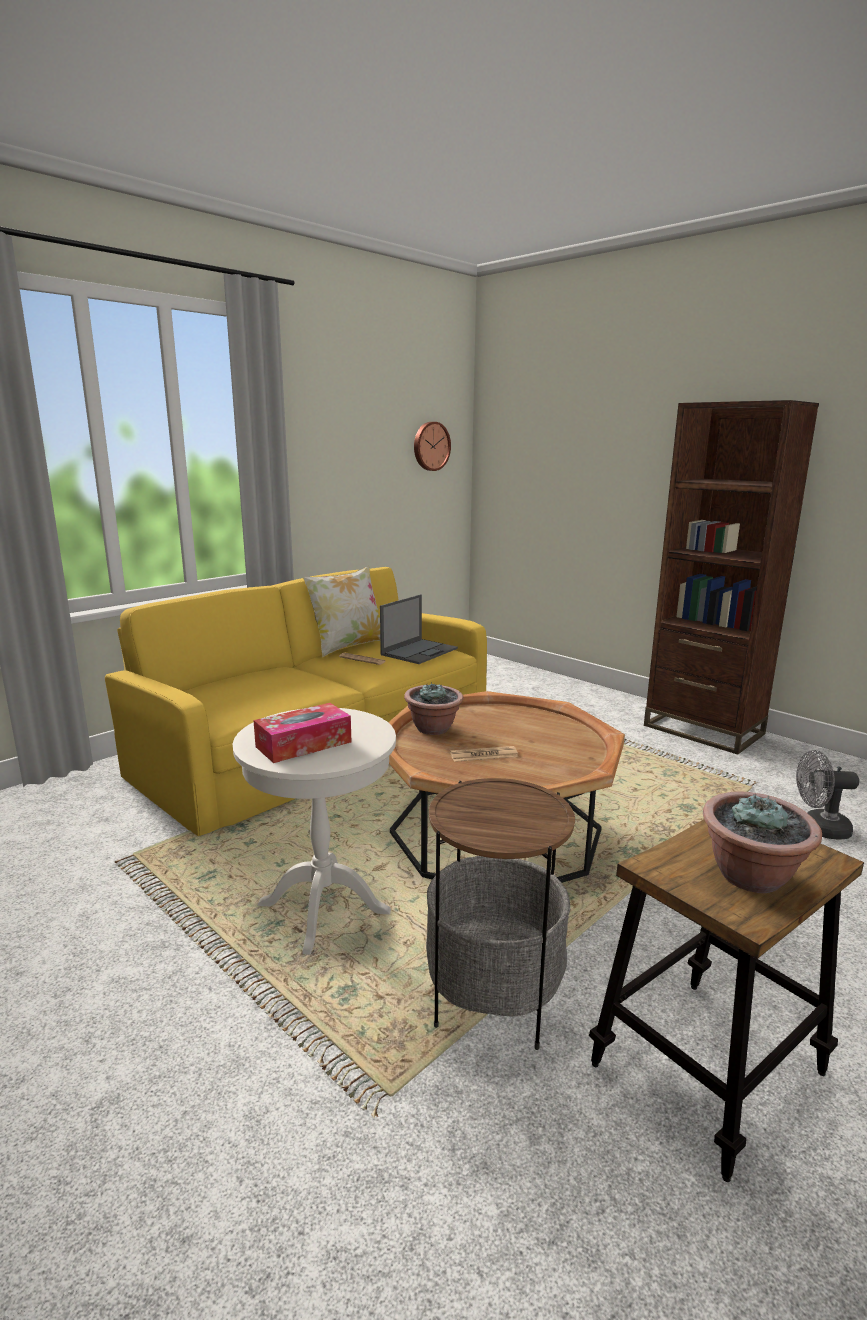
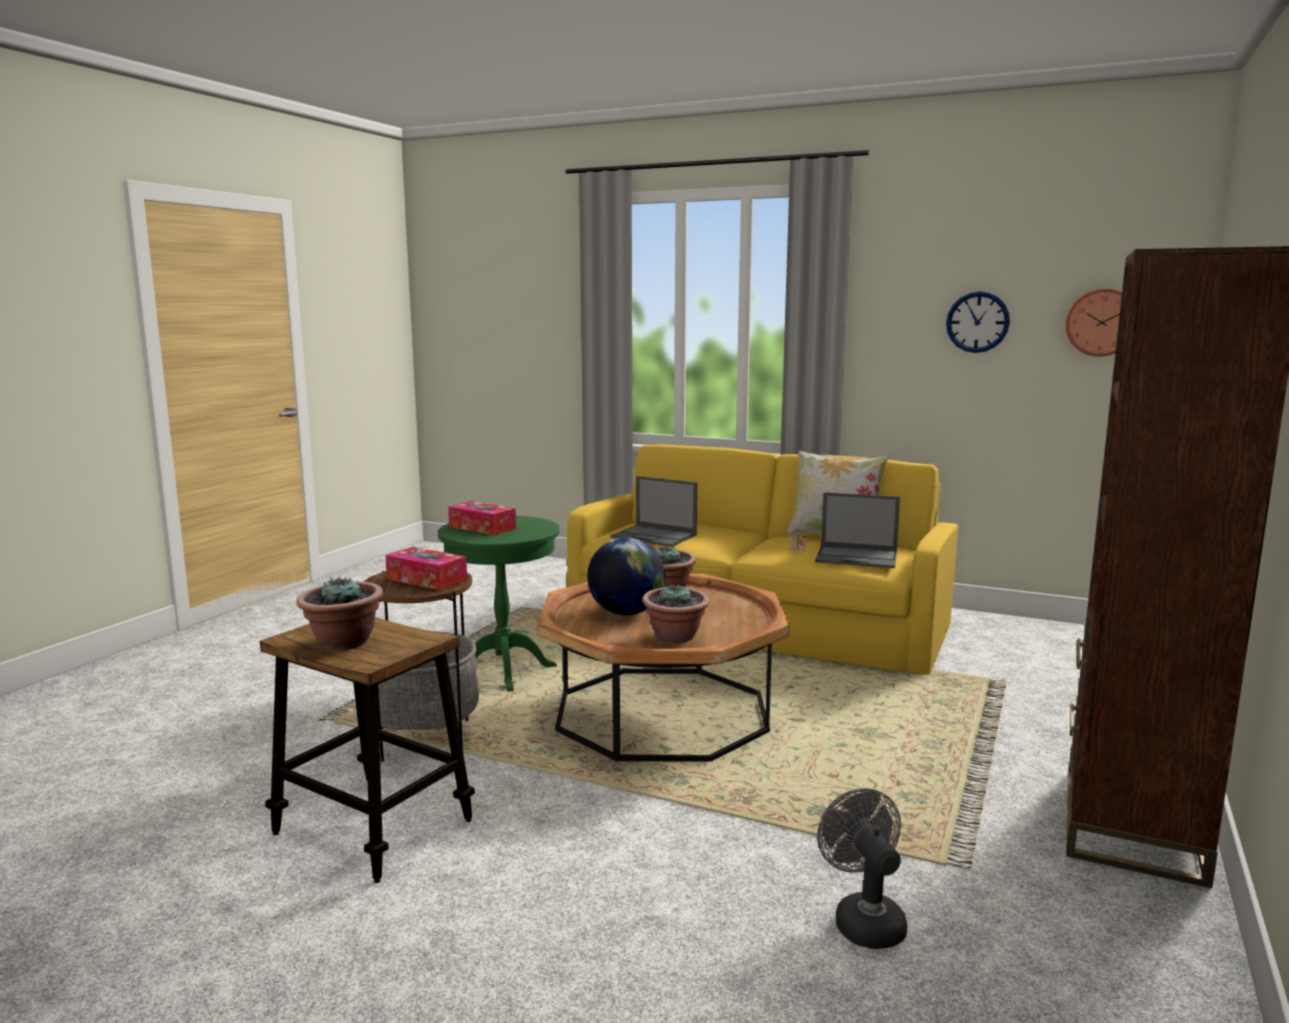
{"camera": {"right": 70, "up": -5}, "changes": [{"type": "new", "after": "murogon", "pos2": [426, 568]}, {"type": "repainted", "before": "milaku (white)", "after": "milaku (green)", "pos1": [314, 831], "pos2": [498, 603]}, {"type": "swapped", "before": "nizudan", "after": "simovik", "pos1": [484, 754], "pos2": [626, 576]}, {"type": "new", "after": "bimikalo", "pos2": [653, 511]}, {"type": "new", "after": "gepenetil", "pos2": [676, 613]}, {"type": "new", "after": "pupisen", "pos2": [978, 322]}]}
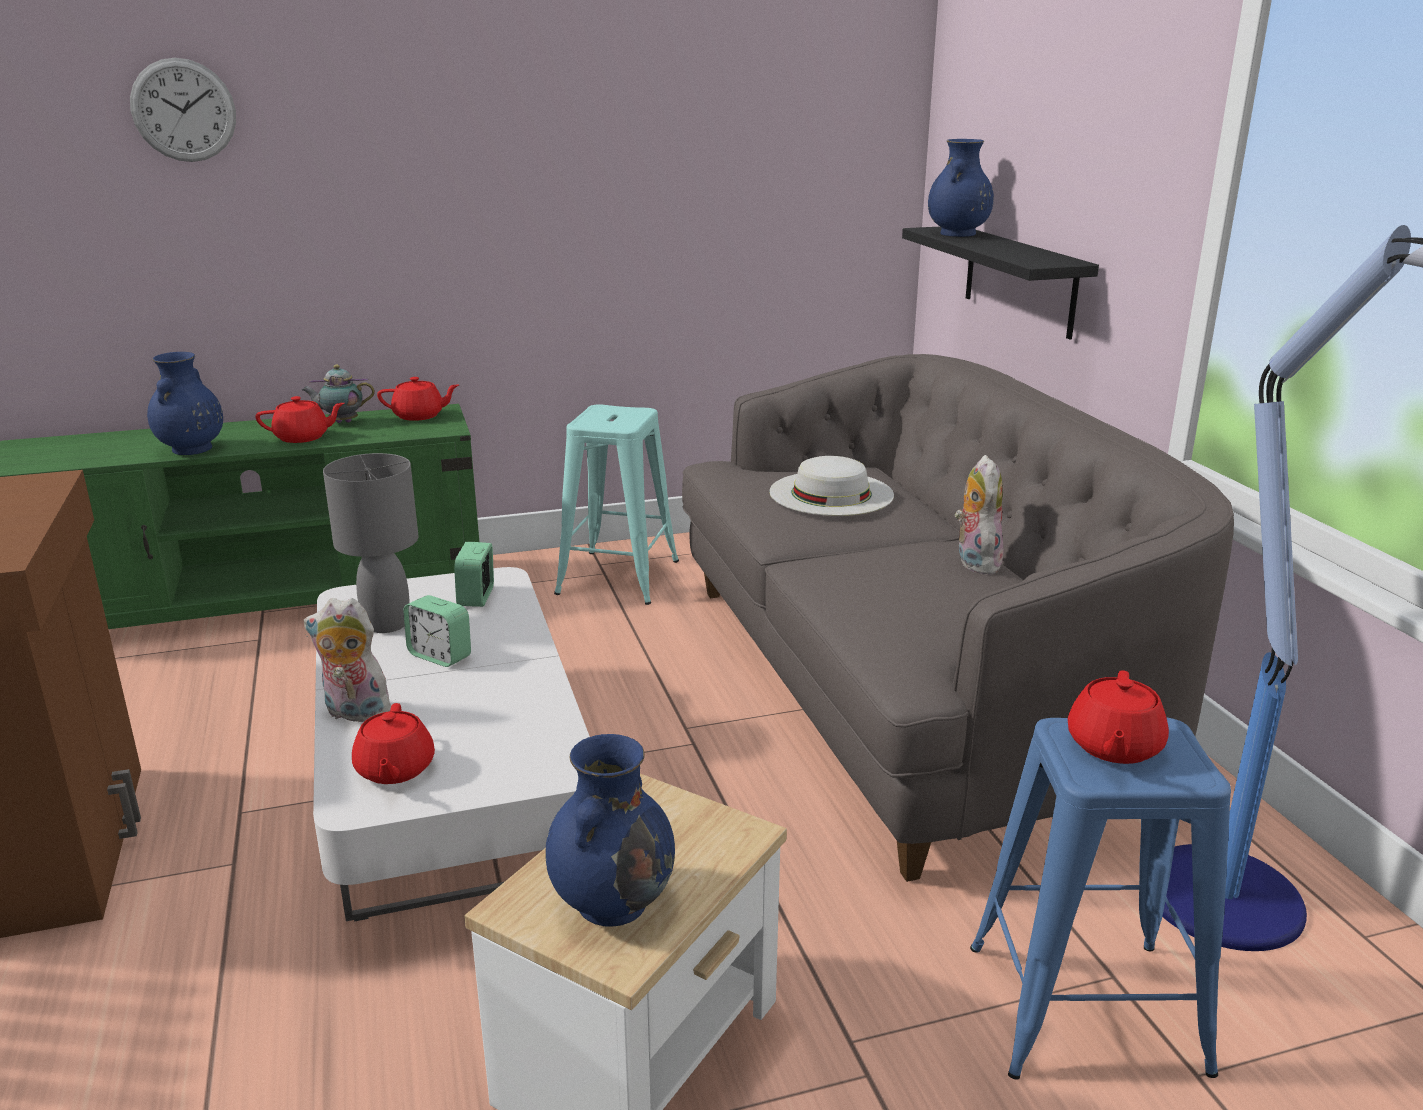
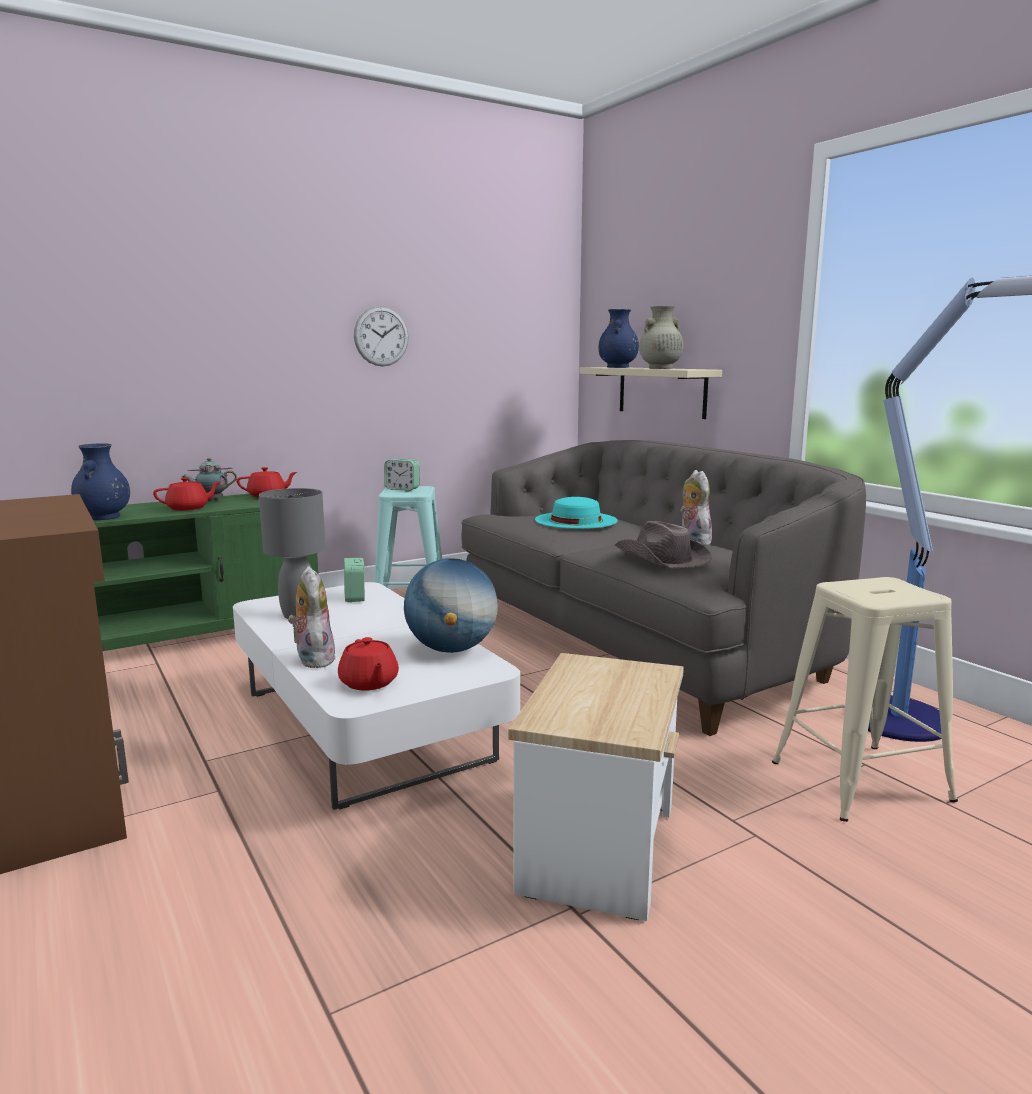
{"camera": {"right": -15, "up": -10}, "changes": [{"type": "rotated", "before": "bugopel", "pos1": [347, 660], "pos2": [312, 617], "turn": 75}, {"type": "shifted", "before": "pupisen", "pos1": [183, 110], "pos2": [381, 336]}, {"type": "shifted", "before": "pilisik", "pos1": [437, 631], "pos2": [401, 475]}, {"type": "new", "after": "simovik", "pos2": [451, 605]}, {"type": "repainted", "before": "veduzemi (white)", "after": "veduzemi (turquoise)", "pos1": [831, 486], "pos2": [576, 513]}, {"type": "repainted", "before": "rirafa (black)", "after": "rirafa (beige)", "pos1": [1000, 283], "pos2": [650, 393]}, {"type": "new", "after": "veduzemi (brown)", "pos2": [663, 544]}, {"type": "new", "after": "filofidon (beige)", "pos2": [661, 337]}, {"type": "repainted", "before": "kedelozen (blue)", "after": "kedelozen (beige)", "pos1": [1100, 898], "pos2": [865, 699]}, {"type": "gone", "before": "filofidon (blue)", "pos1": [610, 830]}, {"type": "gone", "before": "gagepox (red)", "pos1": [1118, 717]}]}
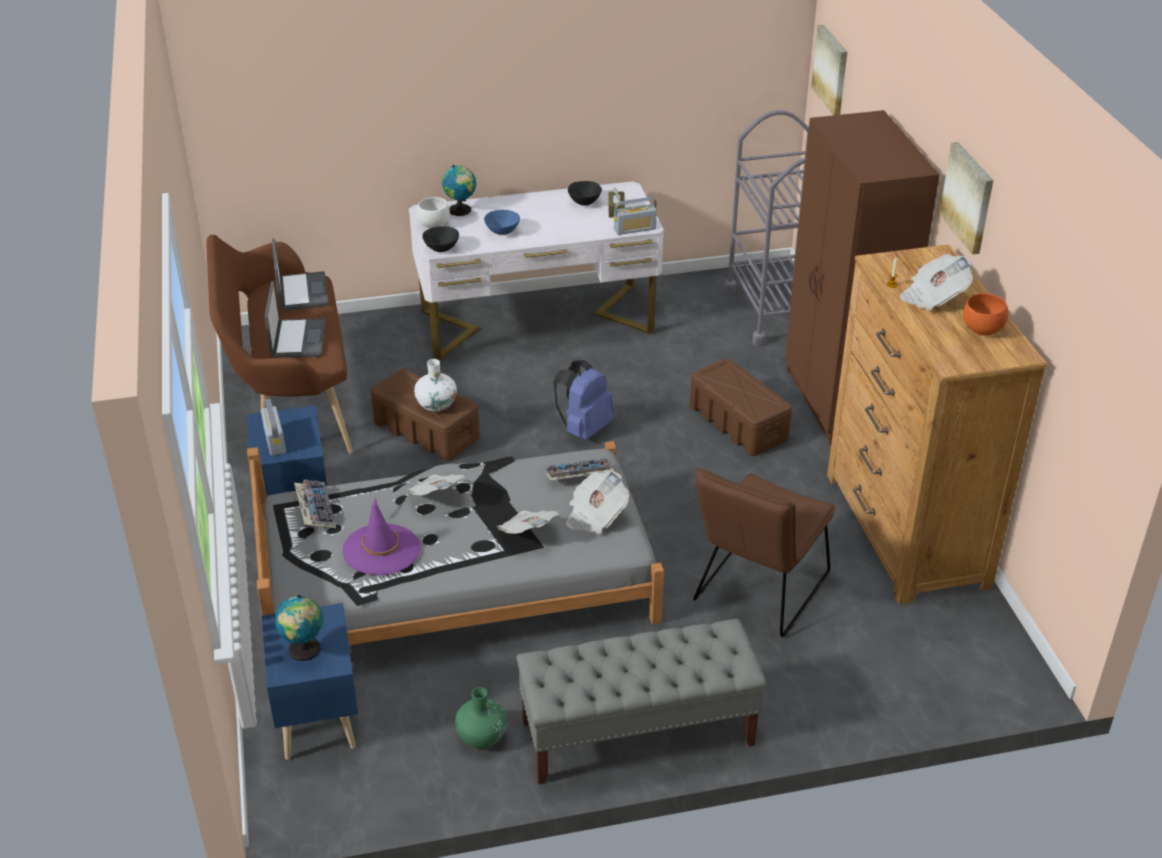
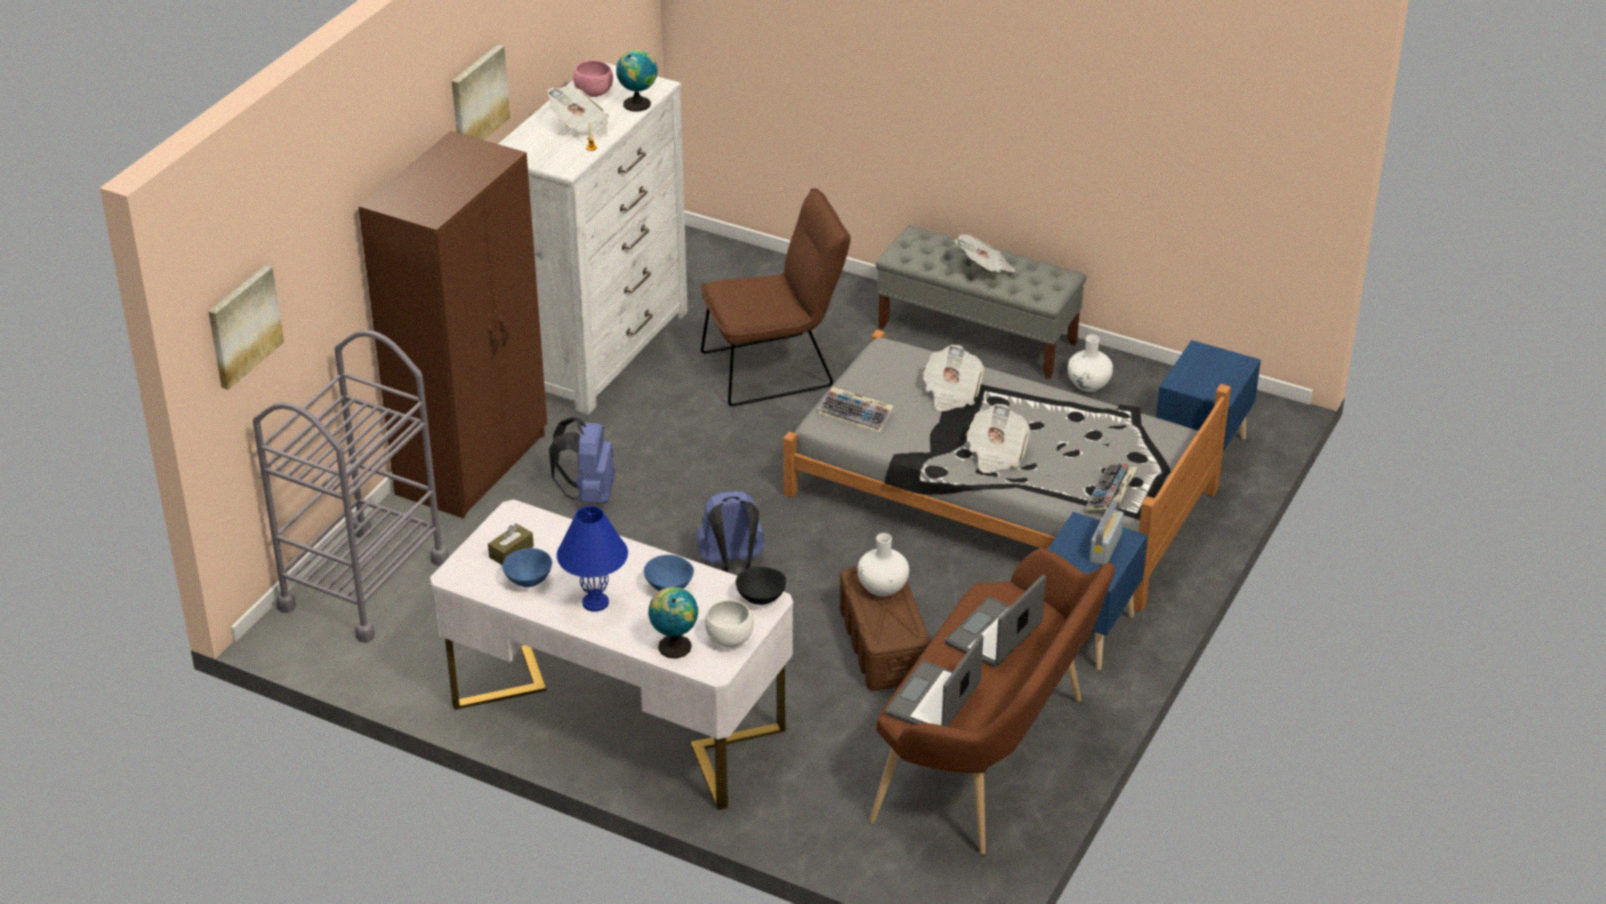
{"camera": {"right": -140, "up": 0}, "changes": [{"type": "repainted", "before": "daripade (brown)", "after": "daripade (white)", "pos1": [937, 424], "pos2": [593, 237]}, {"type": "repainted", "before": "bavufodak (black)", "after": "bavufodak (blue)", "pos1": [585, 193], "pos2": [527, 567]}, {"type": "swapped", "before": "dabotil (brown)", "after": "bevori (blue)", "pos1": [741, 407], "pos2": [582, 460]}, {"type": "new", "after": "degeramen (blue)", "pos2": [592, 559]}, {"type": "repainted", "before": "bavufodak (orange)", "after": "bavufodak (pink)", "pos1": [985, 314], "pos2": [593, 78]}, {"type": "shifted", "before": "simovik", "pos1": [299, 628], "pos2": [636, 81]}, {"type": "shifted", "before": "nizudan", "pos1": [597, 502], "pos2": [985, 253]}, {"type": "repainted", "before": "filofidon (green)", "after": "filofidon (white)", "pos1": [481, 717], "pos2": [1090, 363]}, {"type": "gone", "before": "veduzemi (purple)", "pos1": [382, 536]}, {"type": "gone", "before": "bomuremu", "pos1": [635, 216]}]}
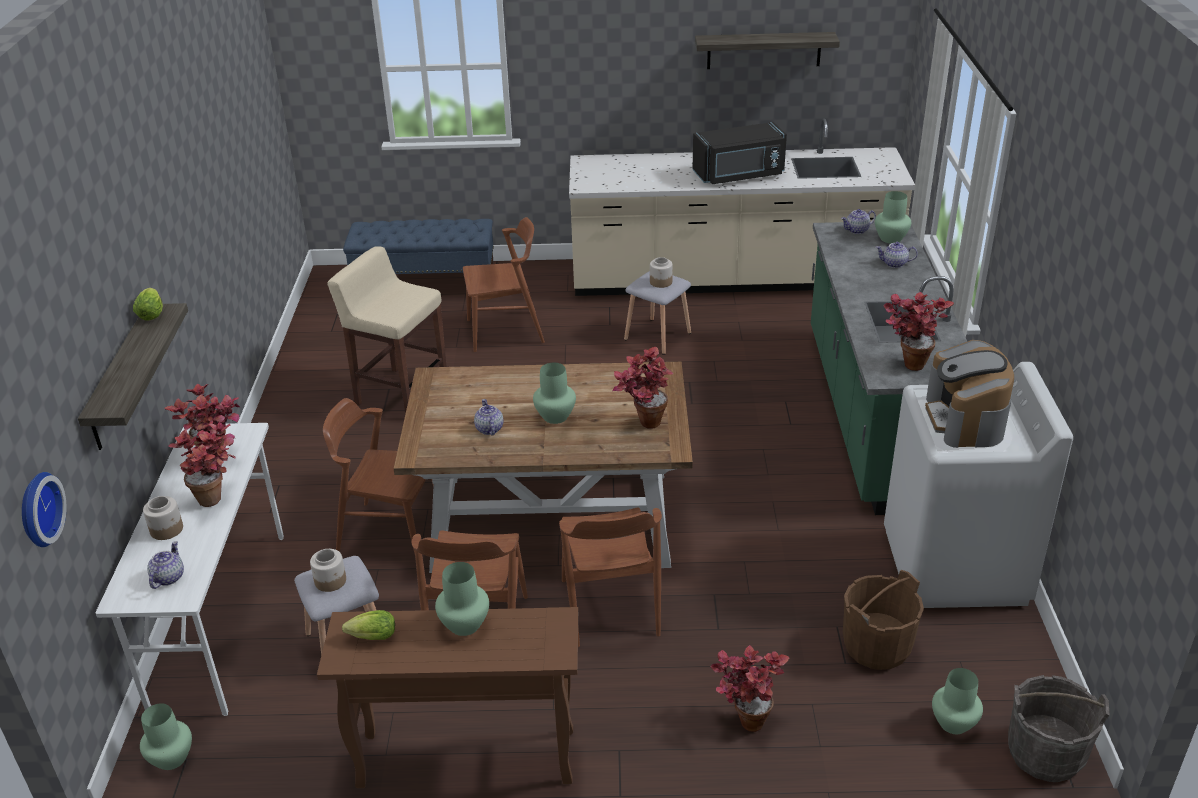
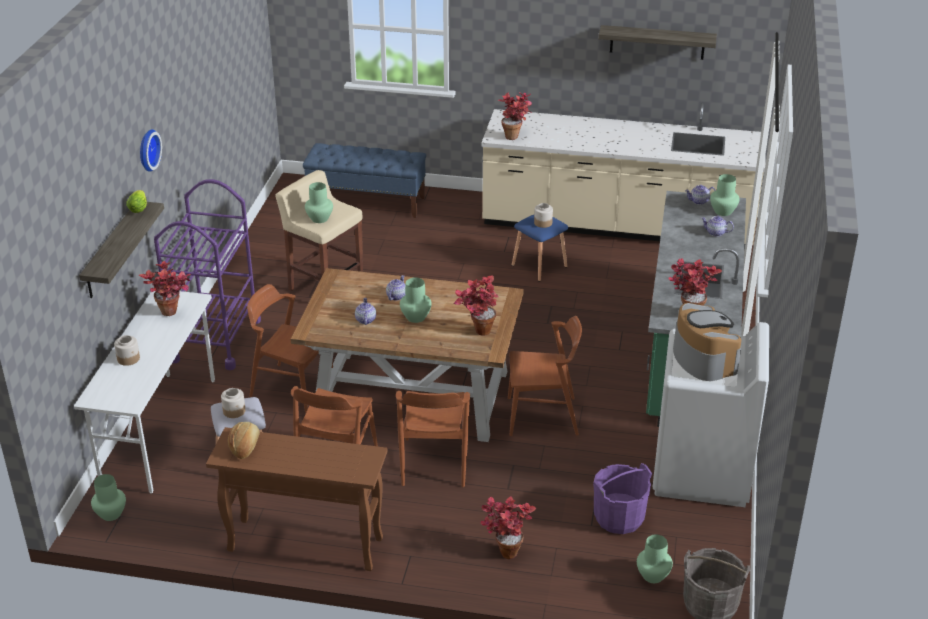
{"camera": {"right": 10, "up": 0}, "changes": [{"type": "shifted", "before": "pupisen", "pos1": [44, 509], "pos2": [151, 150]}, {"type": "new", "after": "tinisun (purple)", "pos2": [207, 274]}, {"type": "swapped", "before": "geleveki", "after": "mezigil", "pos1": [368, 625], "pos2": [244, 440]}, {"type": "shifted", "before": "filofidon (green)", "pos1": [462, 599], "pos2": [319, 202]}, {"type": "shifted", "before": "gagepox", "pos1": [165, 565], "pos2": [395, 288]}, {"type": "shifted", "before": "gepenetil", "pos1": [201, 464], "pos2": [515, 116]}, {"type": "shifted", "before": "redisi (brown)", "pos1": [504, 284], "pos2": [545, 376]}, {"type": "repainted", "before": "kedelozen (grey)", "after": "kedelozen (blue)", "pos1": [657, 313], "pos2": [540, 248]}, {"type": "repainted", "before": "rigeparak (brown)", "after": "rigeparak (purple)", "pos1": [883, 620], "pos2": [622, 498]}, {"type": "rotated", "before": "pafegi", "pos1": [969, 394], "pos2": [707, 342], "turn": 150}, {"type": "gone", "before": "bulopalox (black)", "pos1": [739, 153]}]}
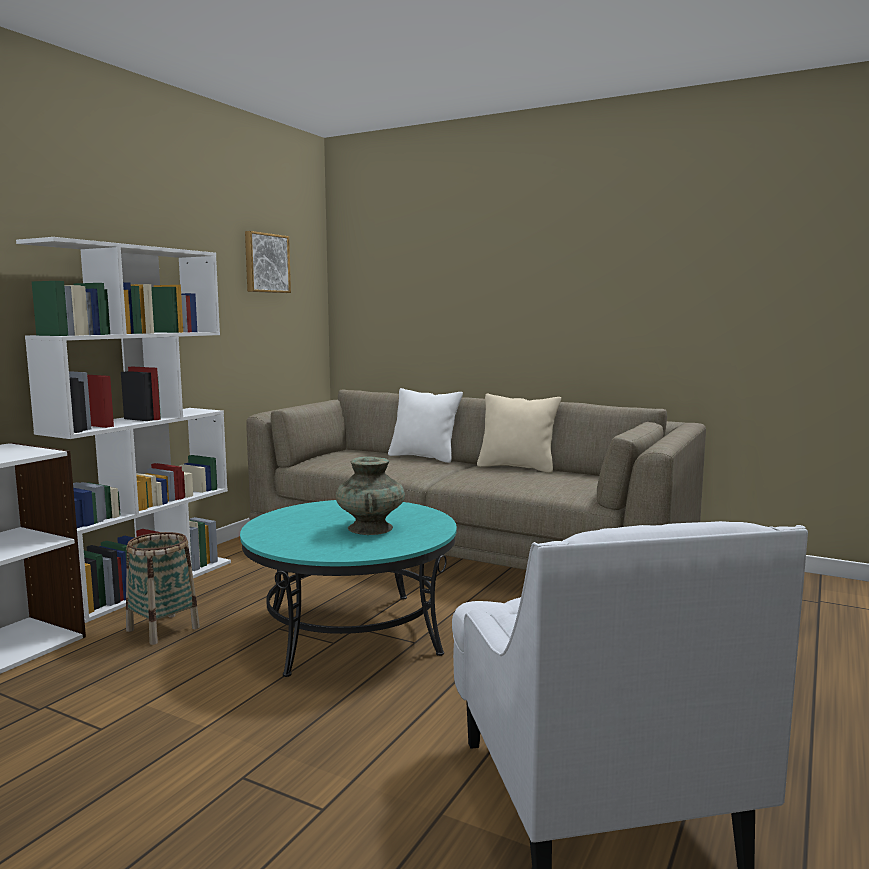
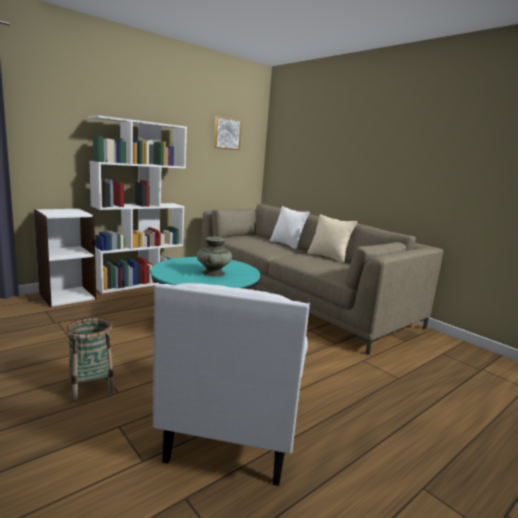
{"camera": {"right": 20, "up": 5}, "changes": [{"type": "shifted", "before": "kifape", "pos1": [163, 588], "pos2": [90, 358]}]}
